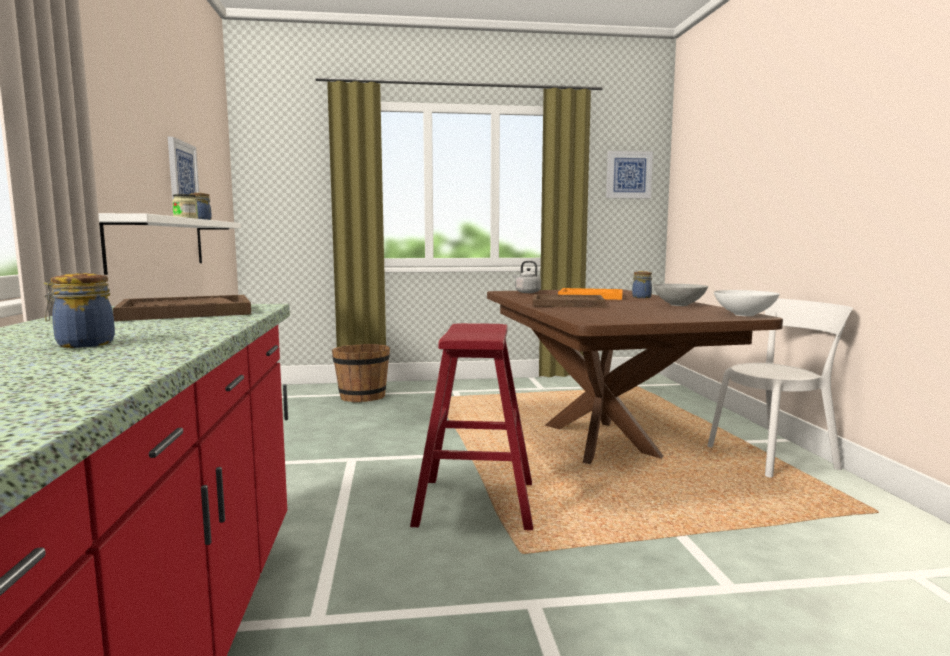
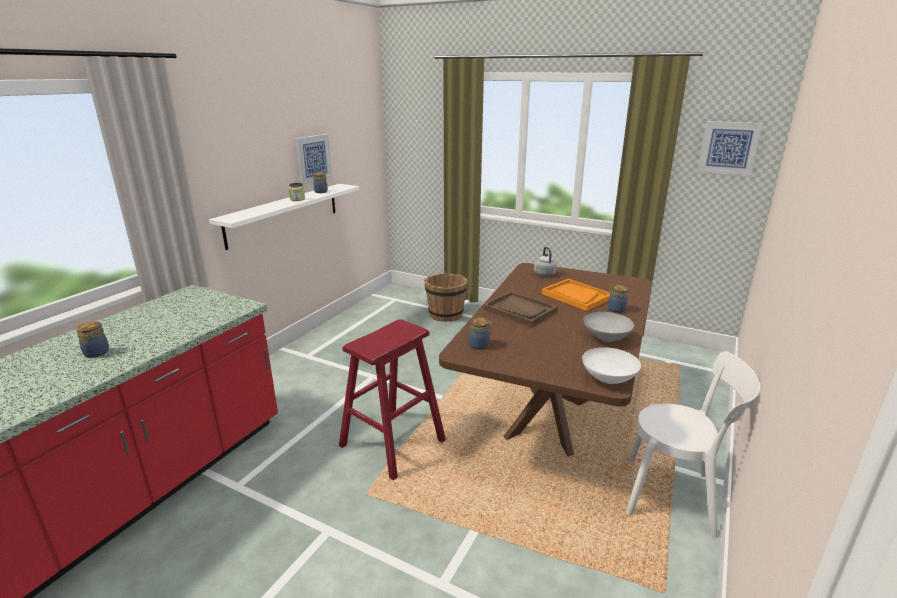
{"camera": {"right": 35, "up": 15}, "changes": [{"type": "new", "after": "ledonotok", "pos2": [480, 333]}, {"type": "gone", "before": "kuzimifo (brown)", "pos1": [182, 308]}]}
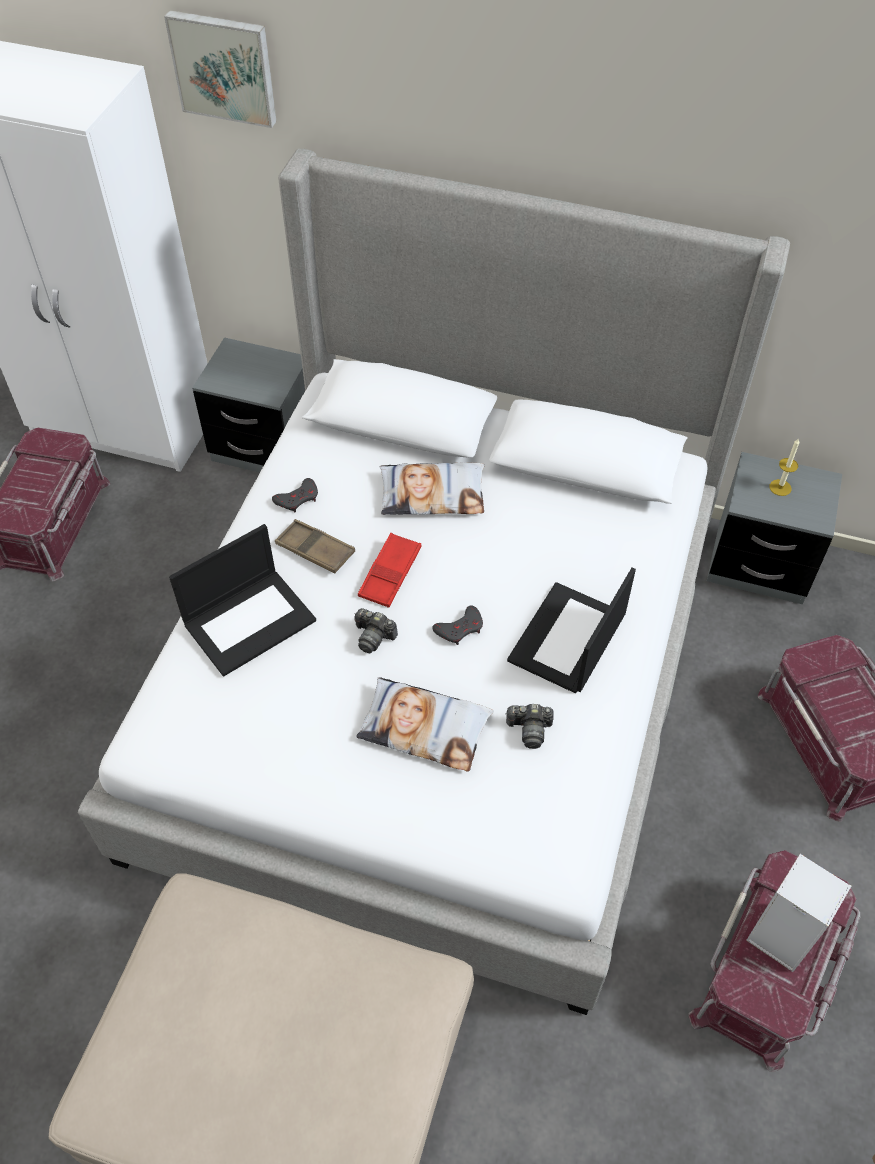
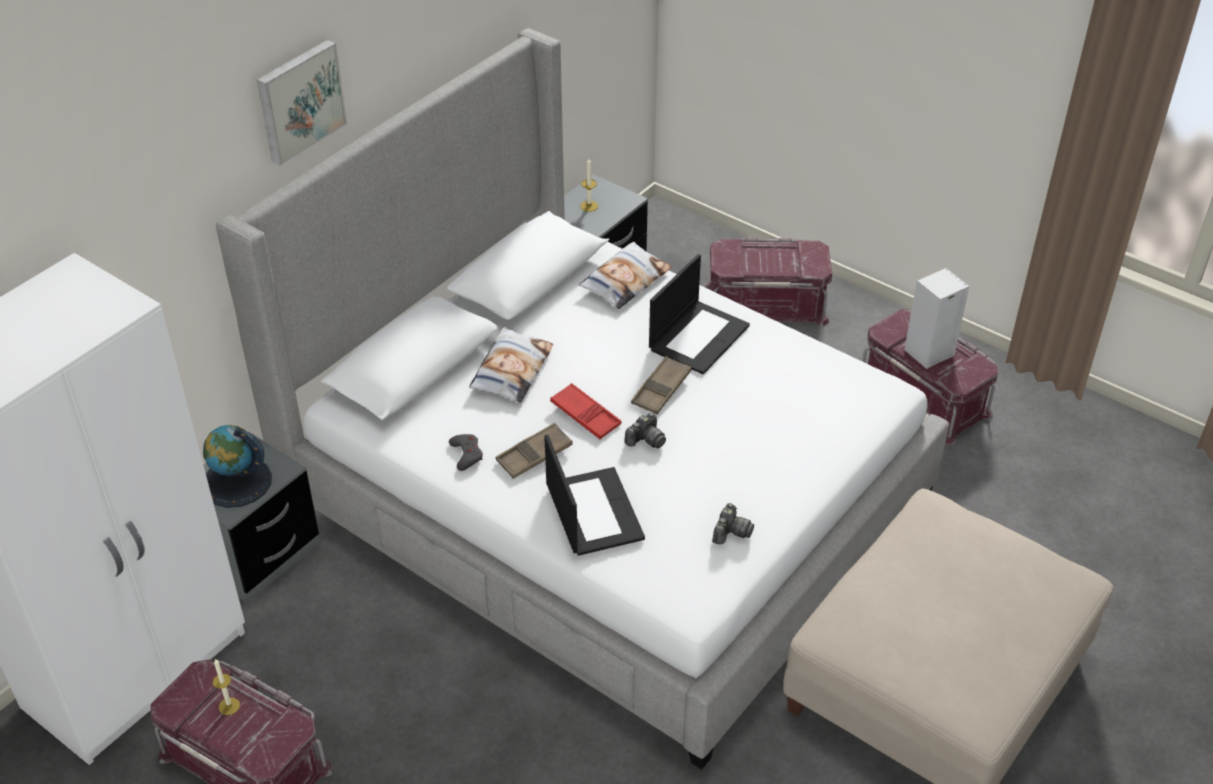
{"camera": {"right": -70, "up": -10}, "changes": [{"type": "new", "after": "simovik", "pos2": [237, 466]}, {"type": "new", "after": "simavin", "pos2": [226, 687]}, {"type": "shifted", "before": "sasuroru", "pos1": [220, 69], "pos2": [302, 102]}, {"type": "shifted", "before": "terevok", "pos1": [424, 724], "pos2": [625, 275]}, {"type": "swapped", "before": "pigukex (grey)", "after": "kuzimifo (brown)", "pos1": [457, 625], "pos2": [661, 385]}, {"type": "rotated", "before": "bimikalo", "pos1": [571, 630], "pos2": [699, 314], "turn": -105}, {"type": "shifted", "before": "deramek", "pos1": [529, 726], "pos2": [733, 523]}]}
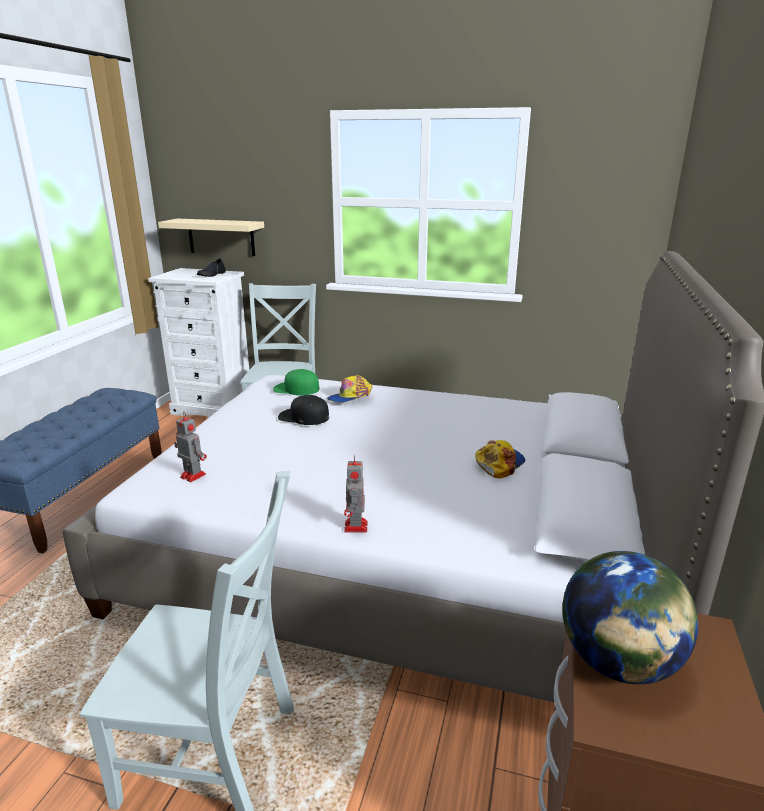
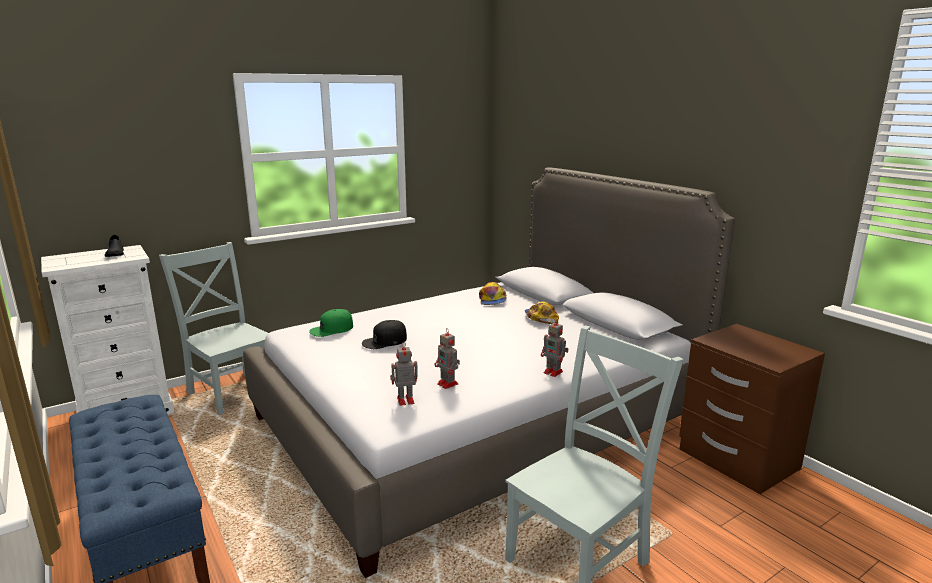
{"camera": {"right": -50, "up": -5}, "changes": [{"type": "new", "after": "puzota", "pos2": [447, 358]}, {"type": "shifted", "before": "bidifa", "pos1": [350, 389], "pos2": [493, 293]}, {"type": "gone", "before": "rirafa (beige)", "pos1": [211, 237]}, {"type": "gone", "before": "simovik", "pos1": [630, 617]}]}
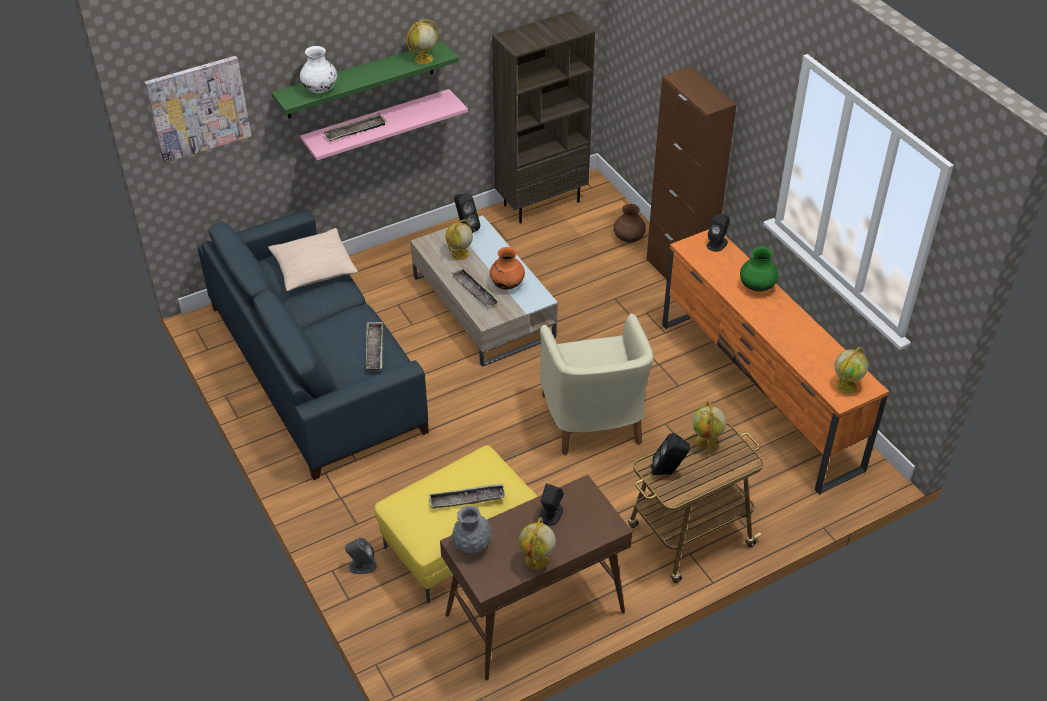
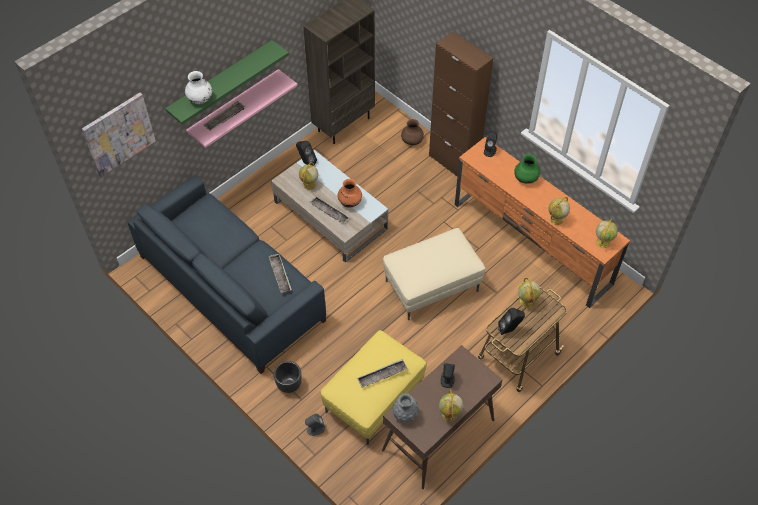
{"camera": {"right": -15, "up": 10}, "changes": [{"type": "new", "after": "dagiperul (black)", "pos2": [288, 377]}, {"type": "swapped", "before": "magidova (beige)", "after": "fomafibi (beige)", "pos1": [597, 384], "pos2": [434, 274]}, {"type": "shifted", "before": "simovik", "pos1": [422, 41], "pos2": [559, 211]}, {"type": "gone", "before": "terevok (beige)", "pos1": [313, 259]}]}
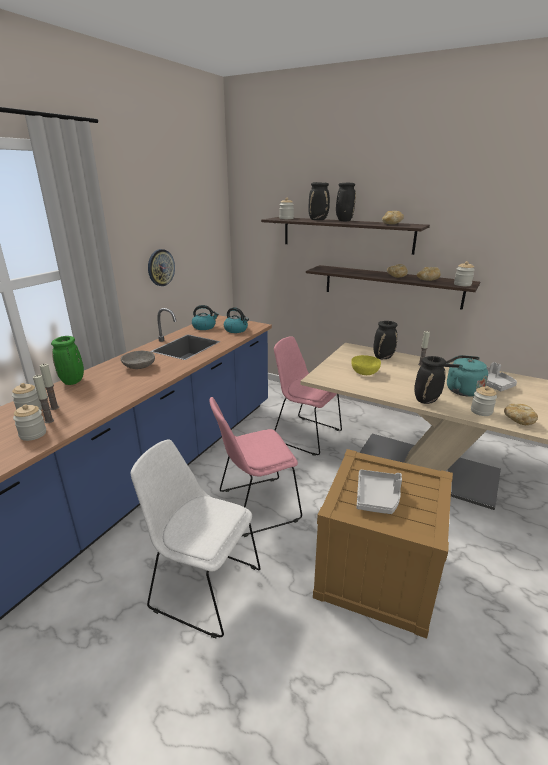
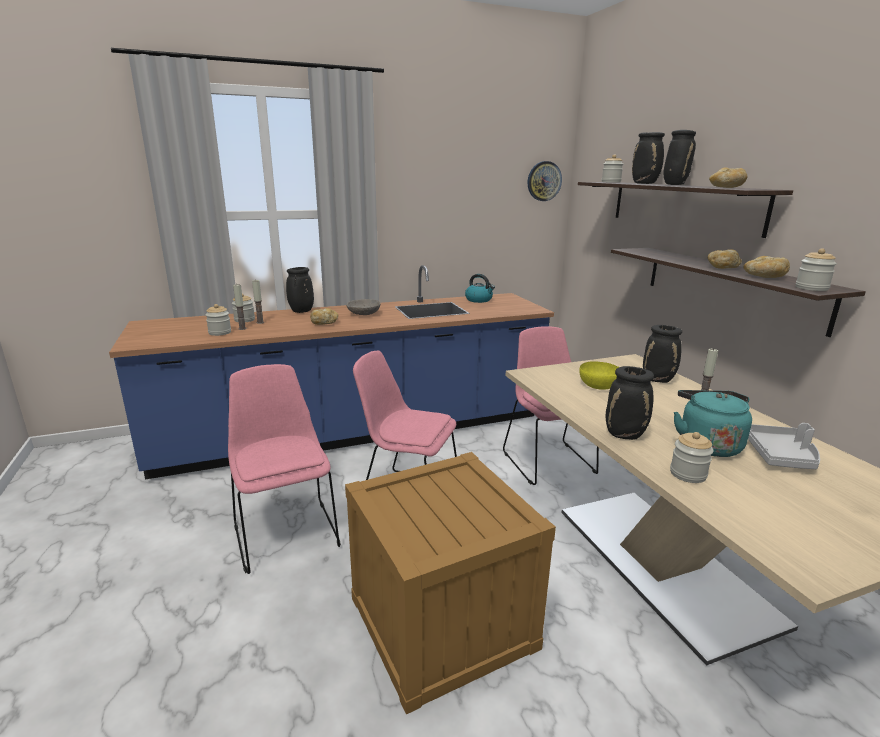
{"camera": {"right": 40, "up": -5}, "changes": [{"type": "repainted", "before": "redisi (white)", "after": "redisi (pink)", "pos1": [196, 538], "pos2": [284, 469]}, {"type": "repainted", "before": "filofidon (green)", "after": "filofidon (black)", "pos1": [67, 360], "pos2": [300, 290]}, {"type": "shifted", "before": "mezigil", "pos1": [521, 414], "pos2": [324, 316]}, {"type": "shifted", "before": "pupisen", "pos1": [161, 267], "pos2": [545, 181]}, {"type": "gone", "before": "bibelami", "pos1": [236, 320]}, {"type": "gone", "before": "kuzimifo (grey)", "pos1": [379, 492]}]}
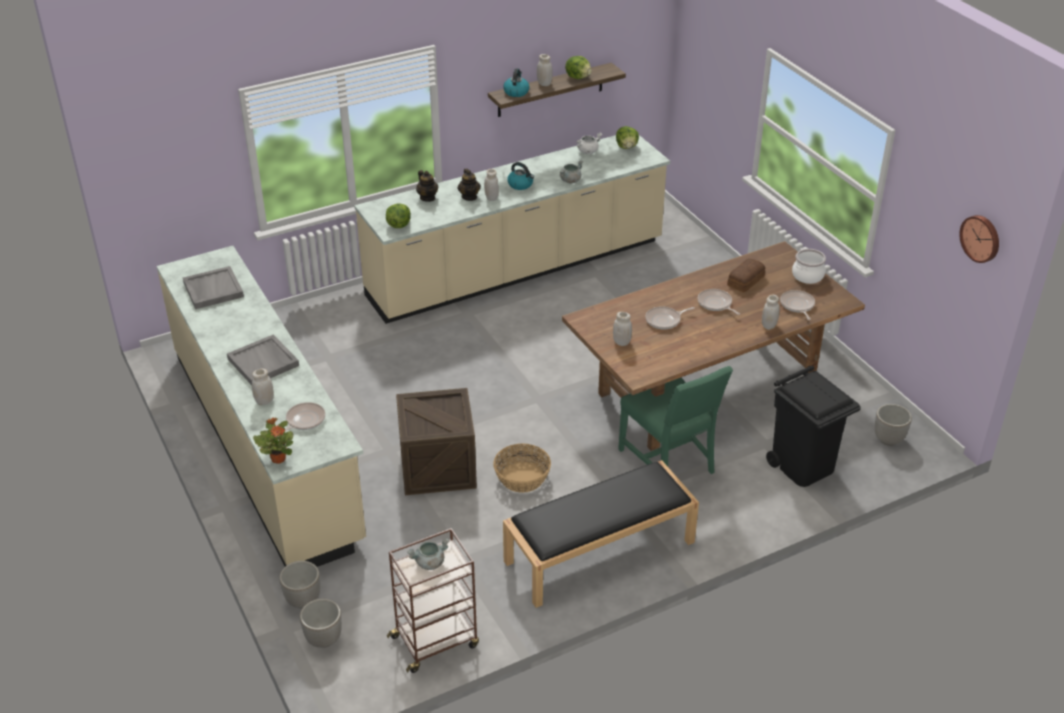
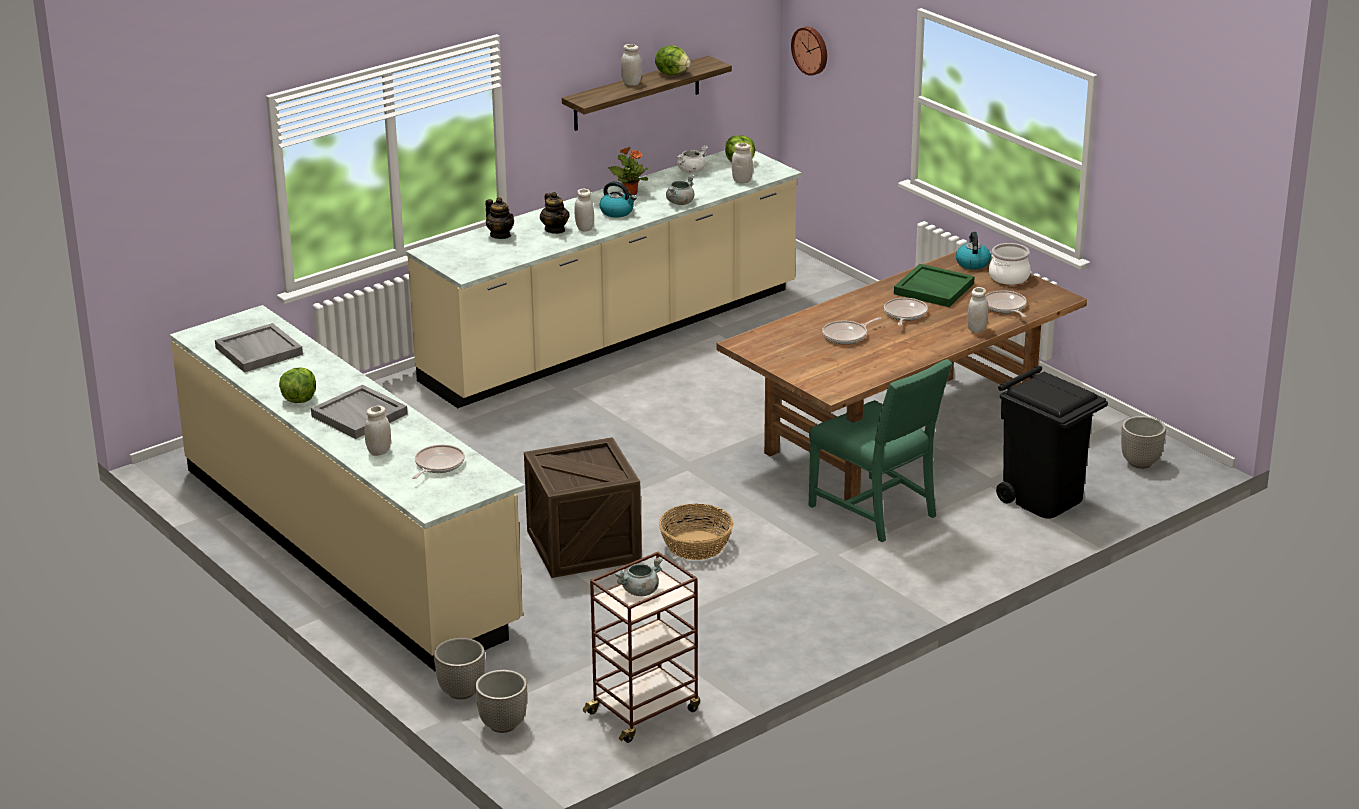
{"camera": {"right": -10, "up": -10}, "changes": [{"type": "shifted", "before": "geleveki", "pos1": [398, 216], "pos2": [297, 385]}, {"type": "shifted", "before": "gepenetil", "pos1": [273, 440], "pos2": [629, 171]}, {"type": "shifted", "before": "ledonotok (white)", "pos1": [622, 329], "pos2": [742, 163]}, {"type": "shifted", "before": "pupisen", "pos1": [979, 239], "pos2": [809, 51]}, {"type": "rotated", "before": "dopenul", "pos1": [719, 302], "pos2": [906, 312], "turn": 60}, {"type": "swapped", "before": "mezigil", "after": "kuzimifo (green)", "pos1": [746, 276], "pos2": [934, 285]}, {"type": "shifted", "before": "bibelami", "pos1": [516, 82], "pos2": [973, 250]}, {"type": "gone", "before": "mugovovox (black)", "pos1": [601, 534]}]}
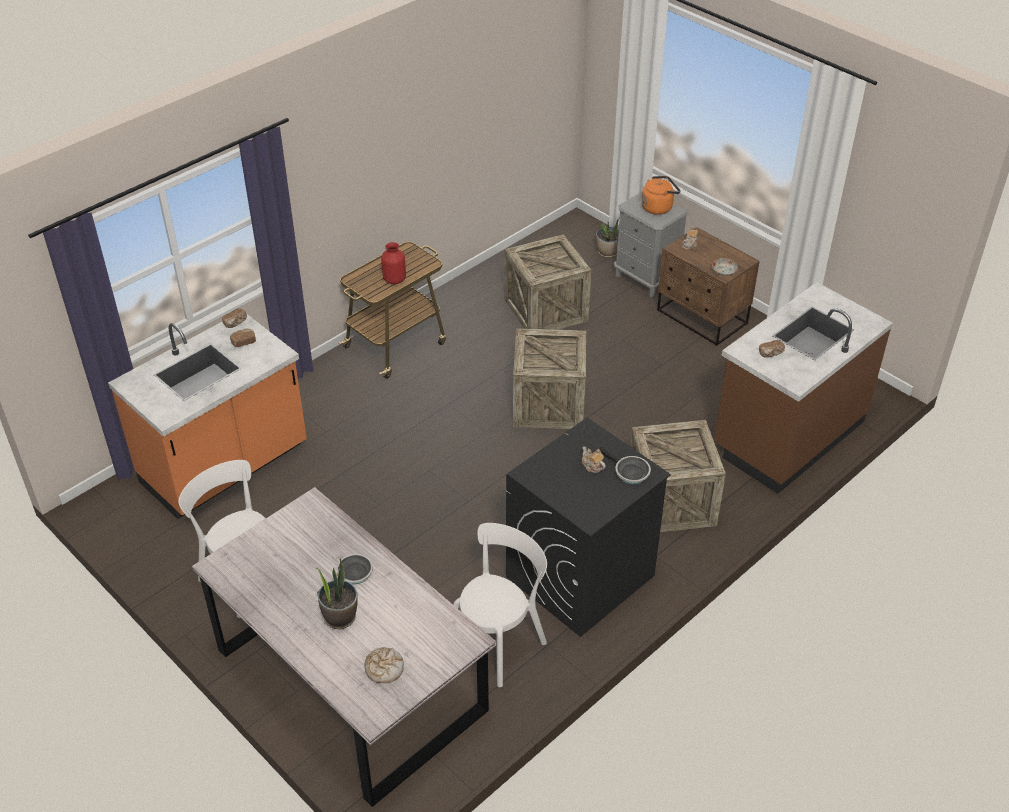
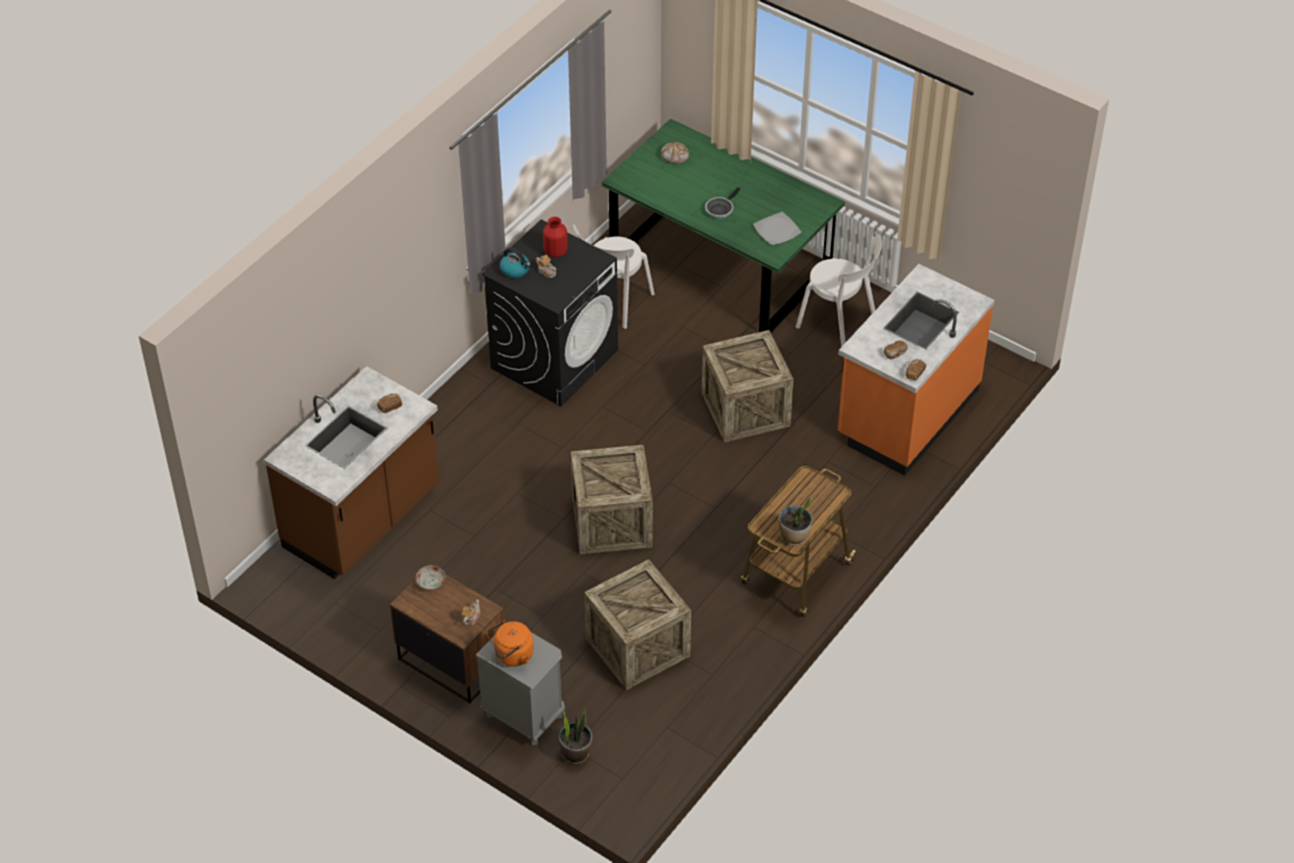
{"camera": {"right": 170, "up": 5}, "changes": [{"type": "swapped", "before": "dopenul", "after": "bibelami", "pos1": [624, 465], "pos2": [515, 262]}, {"type": "shifted", "before": "filofidon (red)", "pos1": [393, 263], "pos2": [555, 237]}, {"type": "repainted", "before": "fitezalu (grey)", "after": "fitezalu (green)", "pos1": [344, 647], "pos2": [723, 225]}, {"type": "shifted", "before": "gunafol", "pos1": [678, 476], "pos2": [748, 386]}, {"type": "new", "after": "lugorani", "pos2": [777, 228]}, {"type": "shifted", "before": "gepenetil", "pos1": [337, 593], "pos2": [795, 521]}]}
